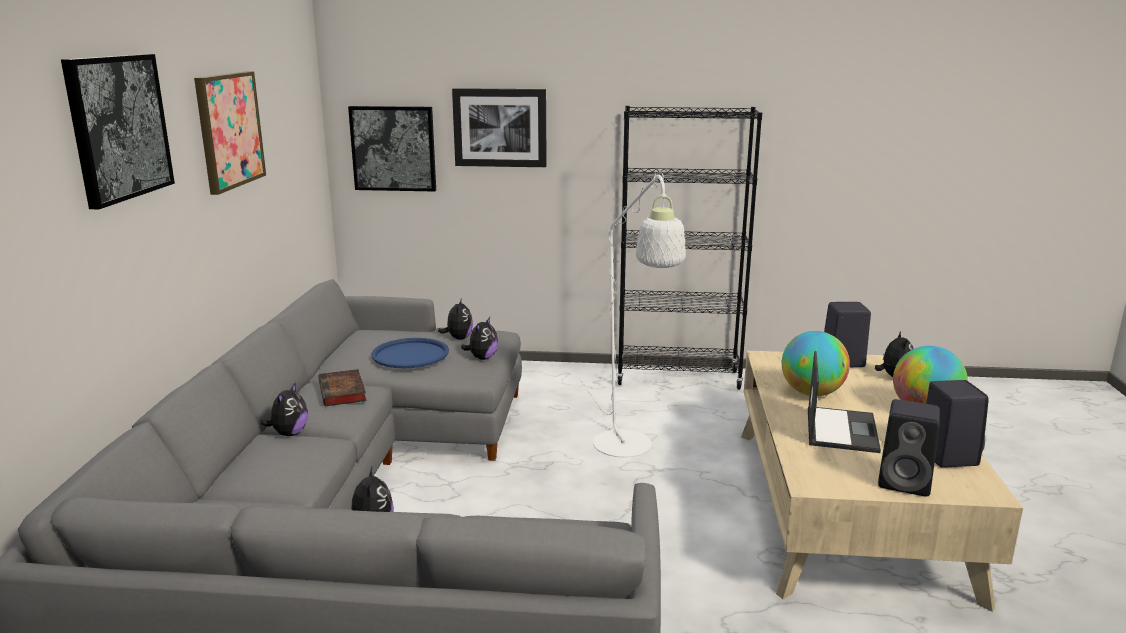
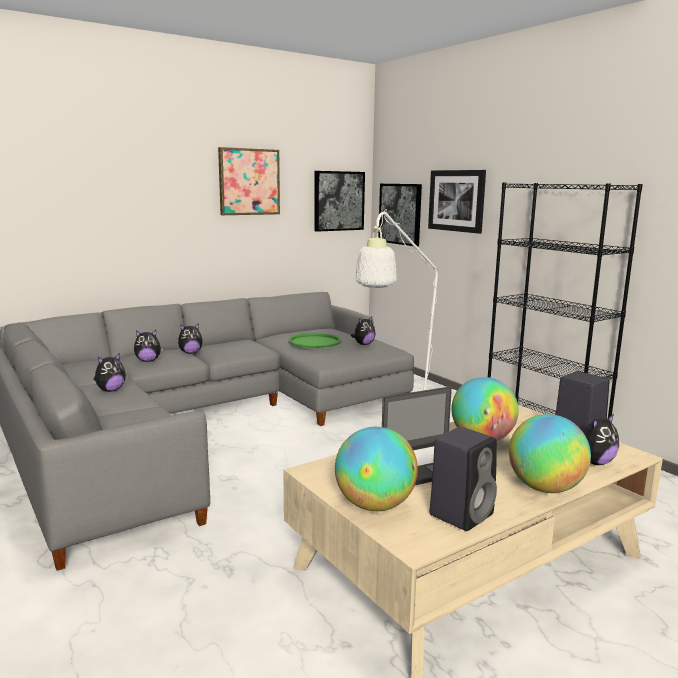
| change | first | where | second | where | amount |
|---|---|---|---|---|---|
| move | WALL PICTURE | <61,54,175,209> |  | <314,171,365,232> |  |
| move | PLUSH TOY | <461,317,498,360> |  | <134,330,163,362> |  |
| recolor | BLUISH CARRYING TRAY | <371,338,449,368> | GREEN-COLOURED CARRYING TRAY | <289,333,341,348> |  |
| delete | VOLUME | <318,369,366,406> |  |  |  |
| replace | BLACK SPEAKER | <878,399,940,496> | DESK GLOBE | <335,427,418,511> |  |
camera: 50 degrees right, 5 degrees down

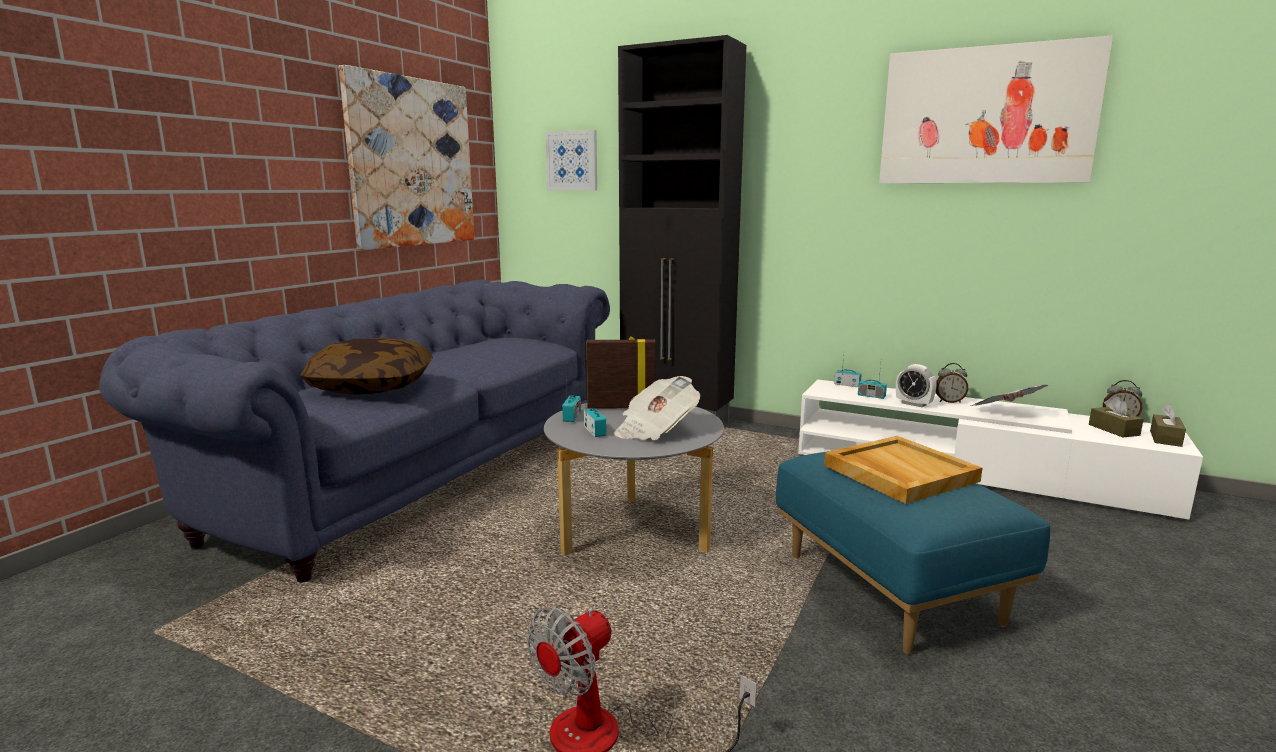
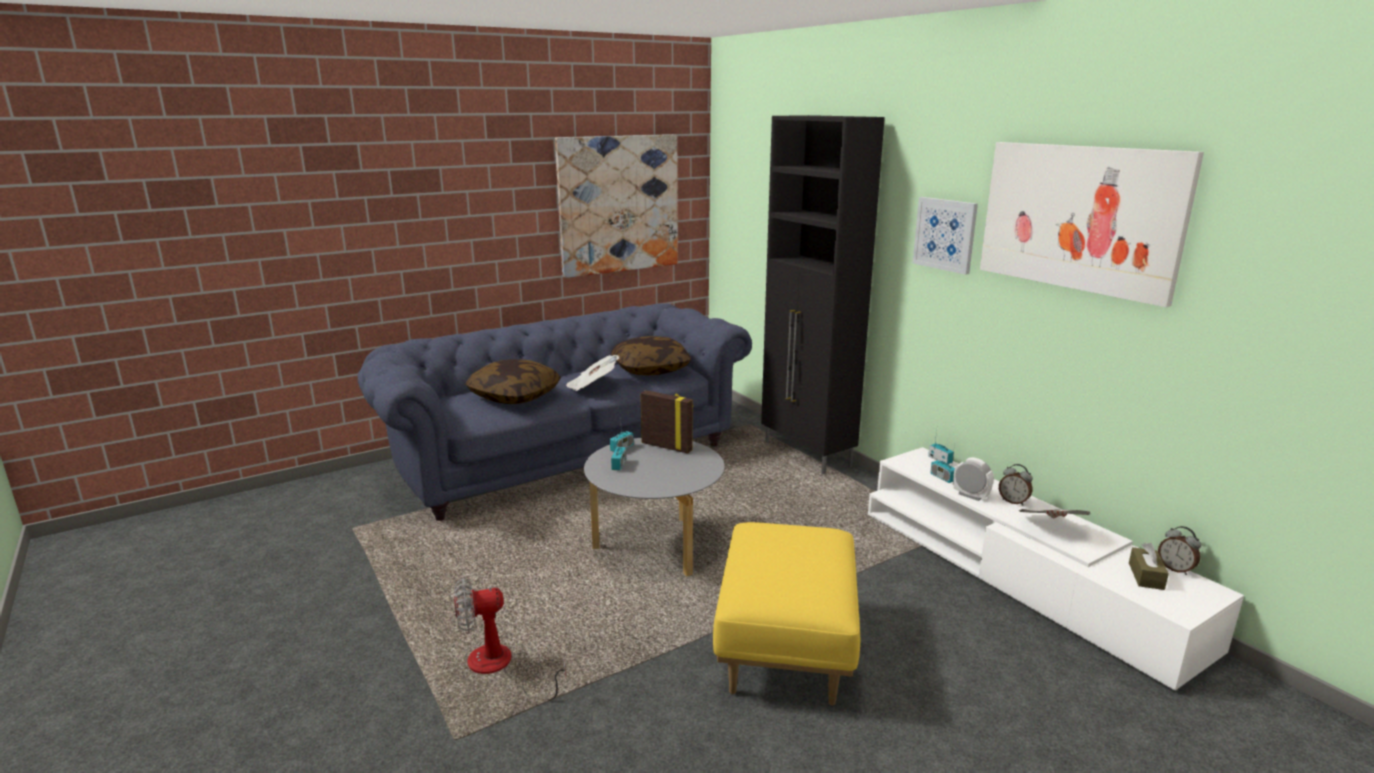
| change | first | where | second | where | amount |
|---|---|---|---|---|---|
| move | WALL PICTURE | <545,130,597,191> |  | <913,197,978,275> |  |
| rotate | BEDSIDE CLOCK | <896,364,937,407> |  | <953,457,994,501> | 150 degrees clockwise |
| move | DAILY PAPER | <614,376,700,440> |  | <566,355,619,391> |  |
| delete | BROWNISH TISSUE HOLDER | <1150,404,1186,447> |  |  |  |
| delete | SAND-COLOURED CARRYING TRAY | <824,436,982,504> |  |  |  |
| recolor | BLUISH OTTOMAN | <776,451,1050,654> | YELLOW-COLOURED OTTOMAN | <713,522,860,705> |  |
| insert |  |  | CUSHION | <611,336,691,375> |  |
camera: 30 degrees right, 5 degrees up

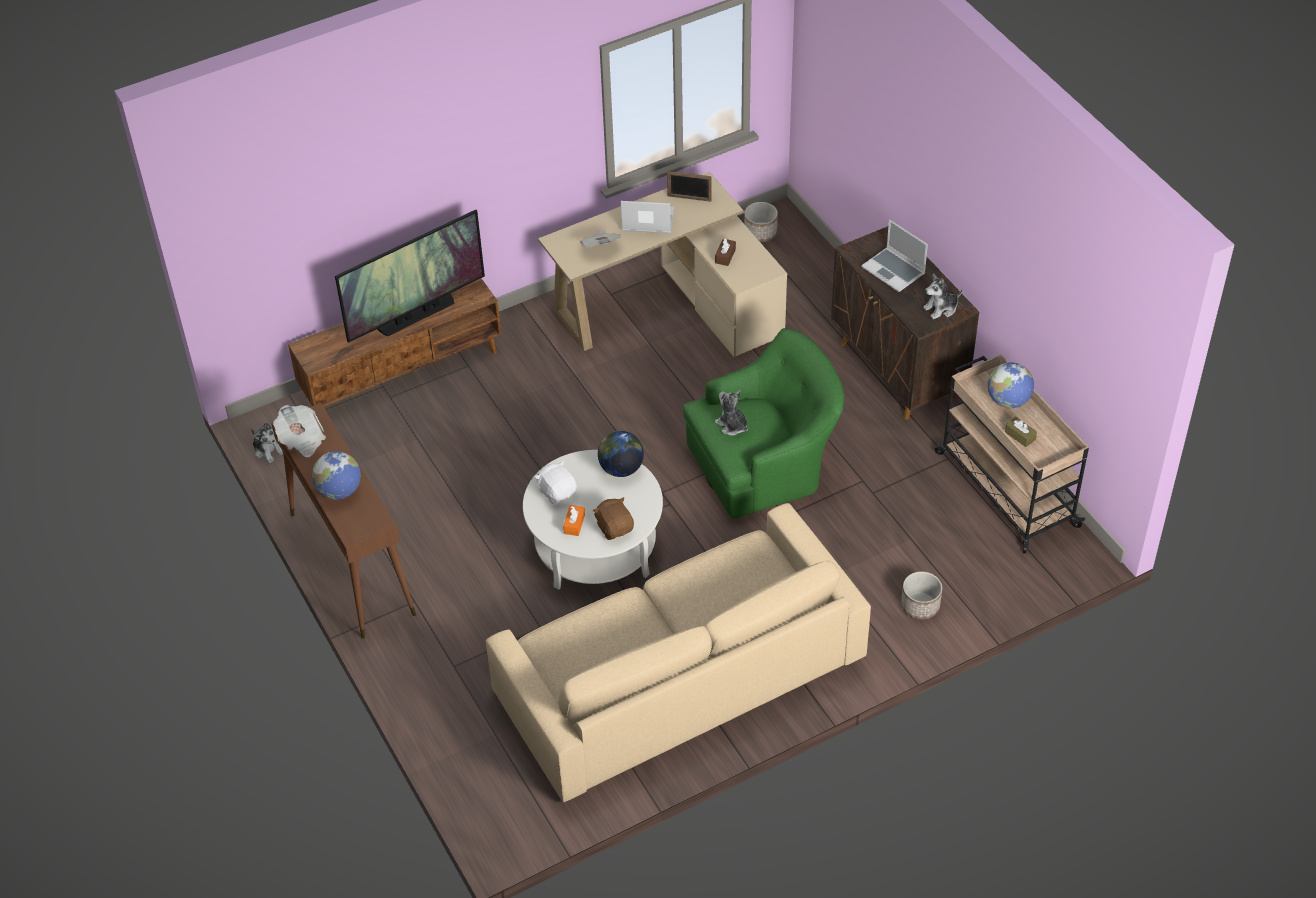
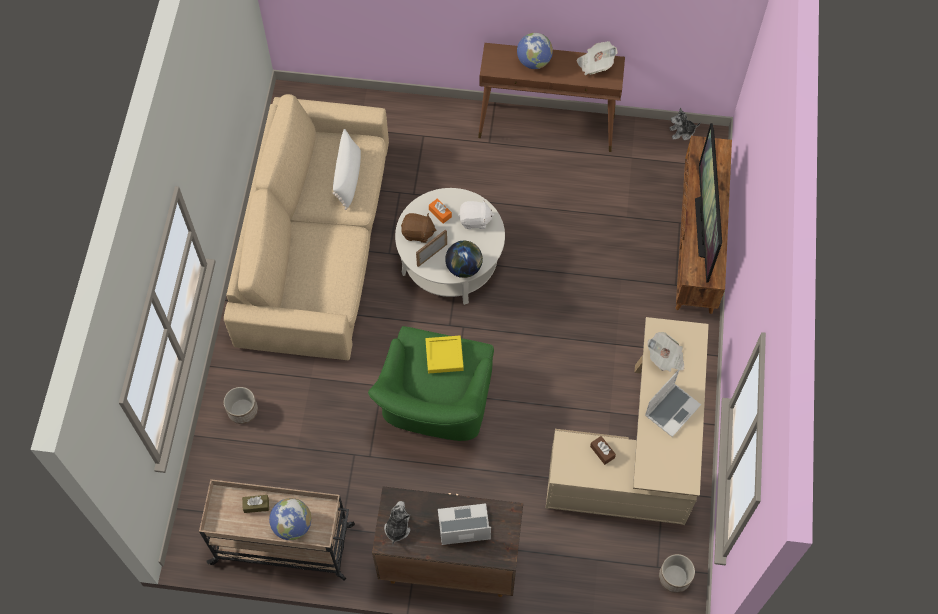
| change | first | where | second | where | amount |
|---|---|---|---|---|---|
| move | PICTURE FRAME | <667,171,712,202> |  | <416,230,447,267> |  |
| replace | PLUSH TOY | <715,390,749,436> | YELLOW-COLOURED CARRYING TRAY | <425,336,464,373> |  |
| insert |  |  | WHITE-COLOURED CUSHION | <332,129,361,210> |  |
camera: 125 degrees right, 15 degrees up

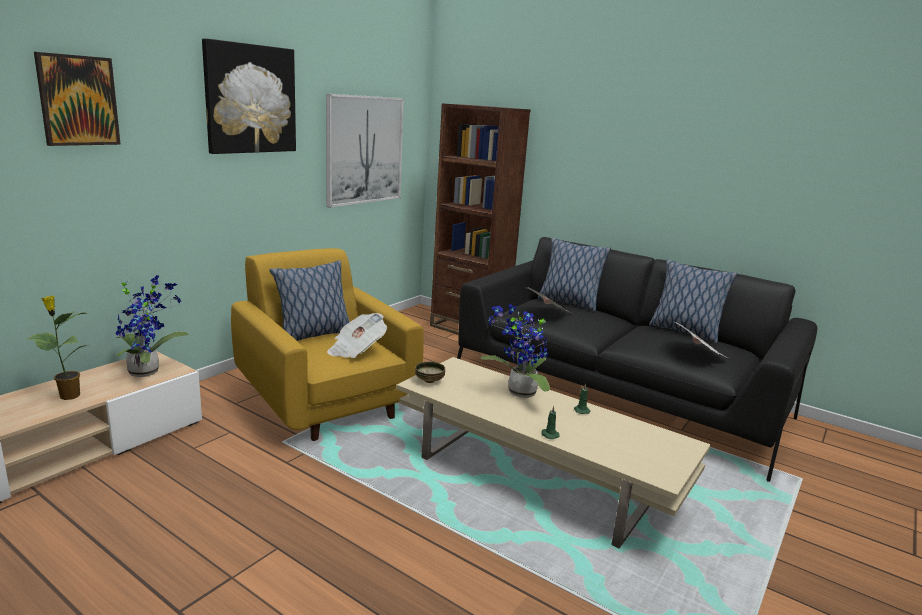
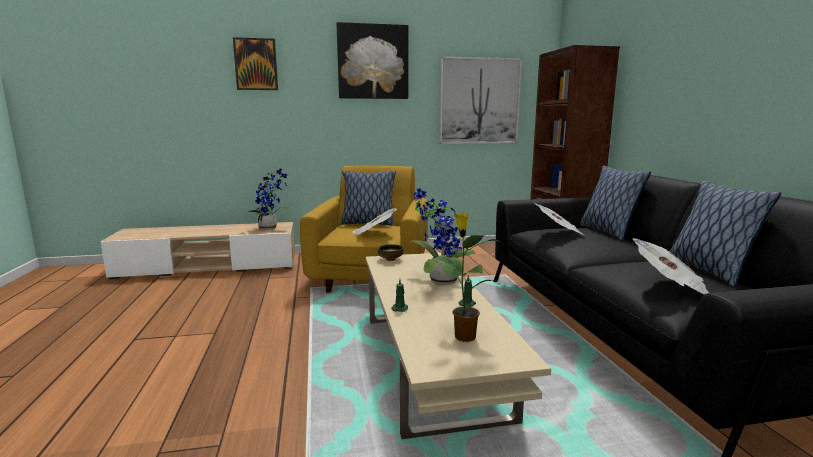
| change | first | where | second | where | amount |
|---|---|---|---|---|---|
| move | POTTED PLANT | <27,296,90,400> |  | <432,213,501,342> |  |
camera: 45 degrees right, 5 degrees down

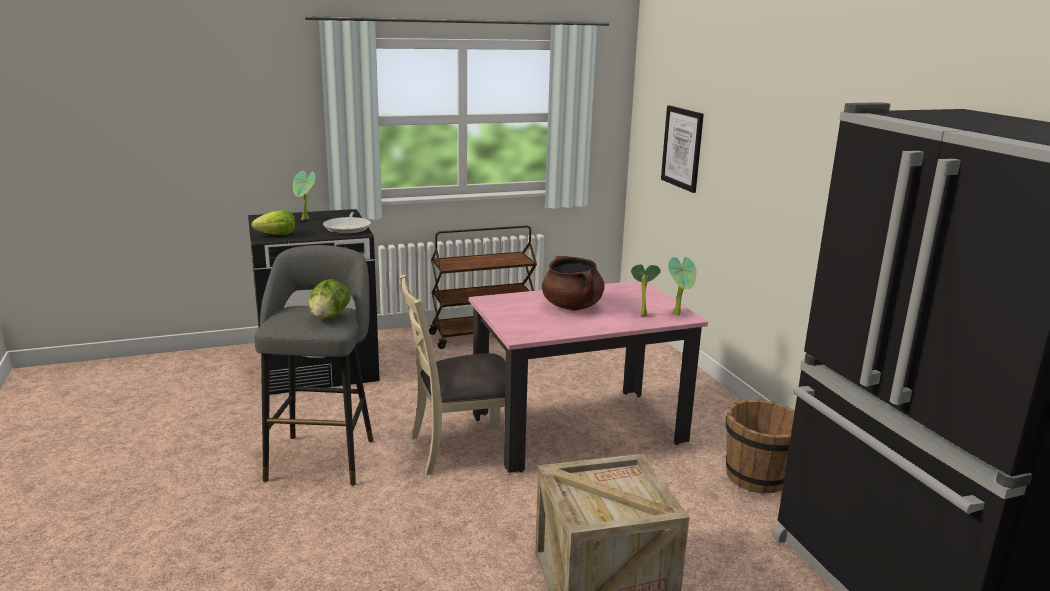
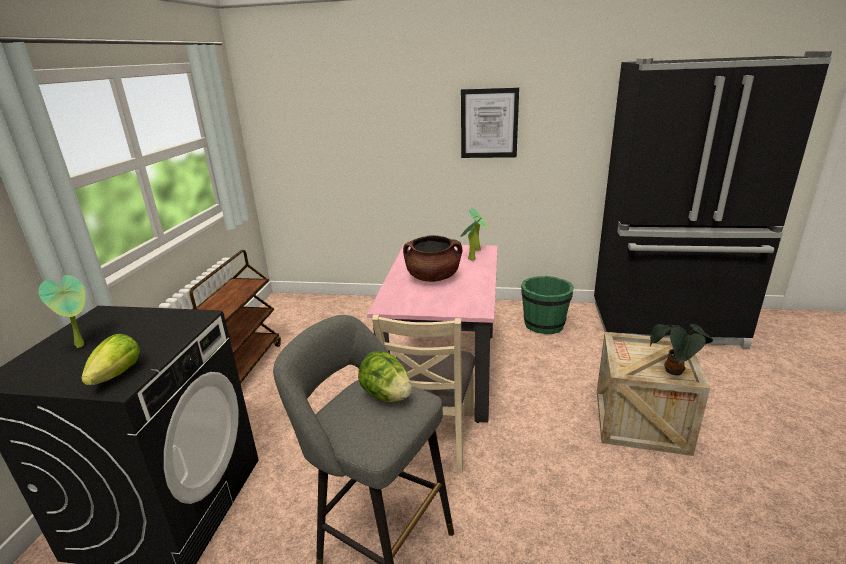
| change | first | where | second | where | amount |
|---|---|---|---|---|---|
| move | WALL PICTURE | <661,105,704,193> |  | <461,88,519,158> |  |
| delete | PAN | <323,212,371,234> |  |  |  |
| recolor | BROWNISH BUCKET | <726,399,795,494> | GREEN-COLOURED BUCKET | <521,276,574,334> |  |
| insert |  |  | POTTED PLANT | <650,324,713,375> |  |
camera: 60 degrees left, 5 degrees up

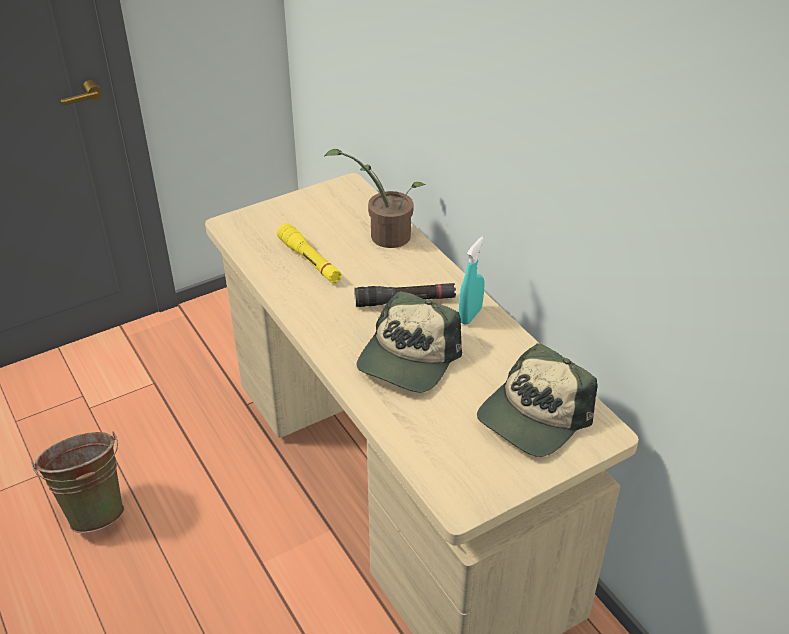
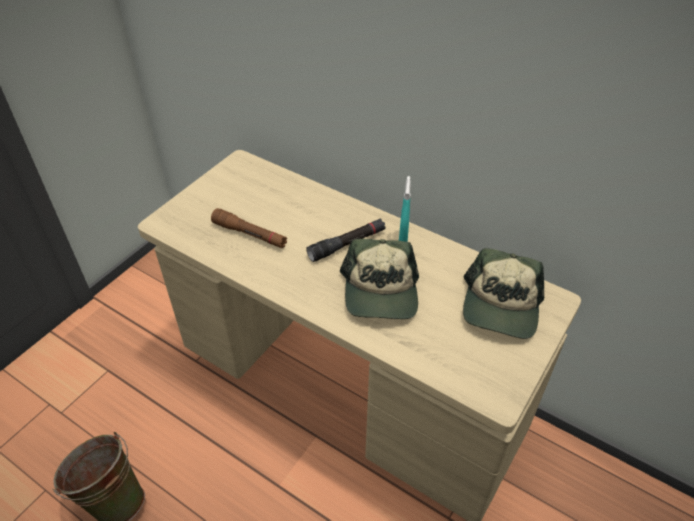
| change | first | where | second | where | amount |
|---|---|---|---|---|---|
| delete | POTTED PLANT | <324,149,426,248> |  |  |  |
| recolor | YELLOW-COLOURED FLASHLIGHT | <277,223,342,284> | BROWNISH FLASHLIGHT | <211,208,287,248> |  |
camera: 25 degrees left, 5 degrees up

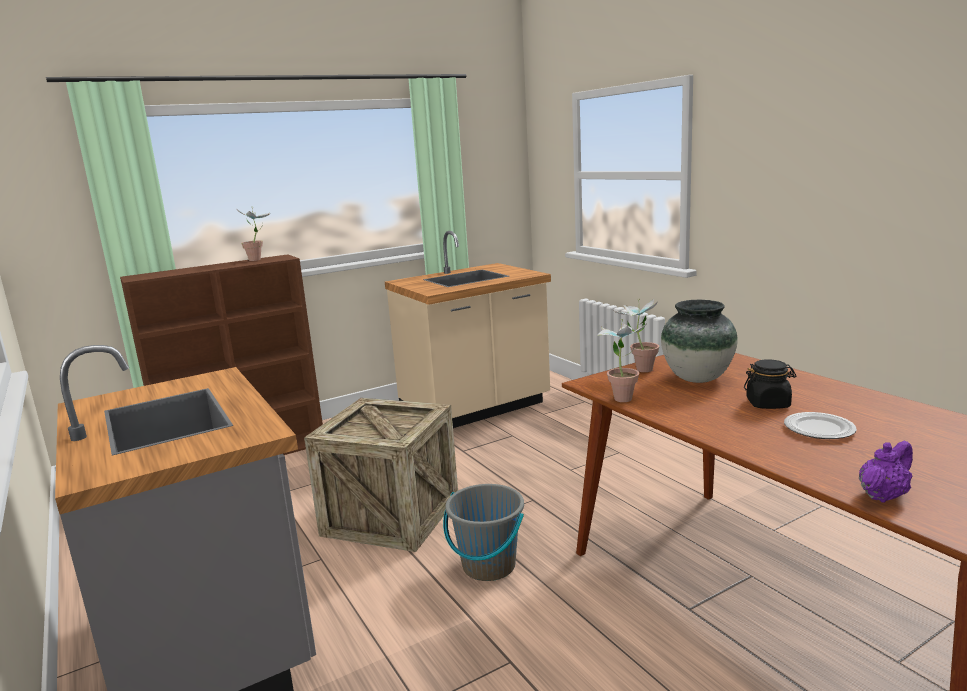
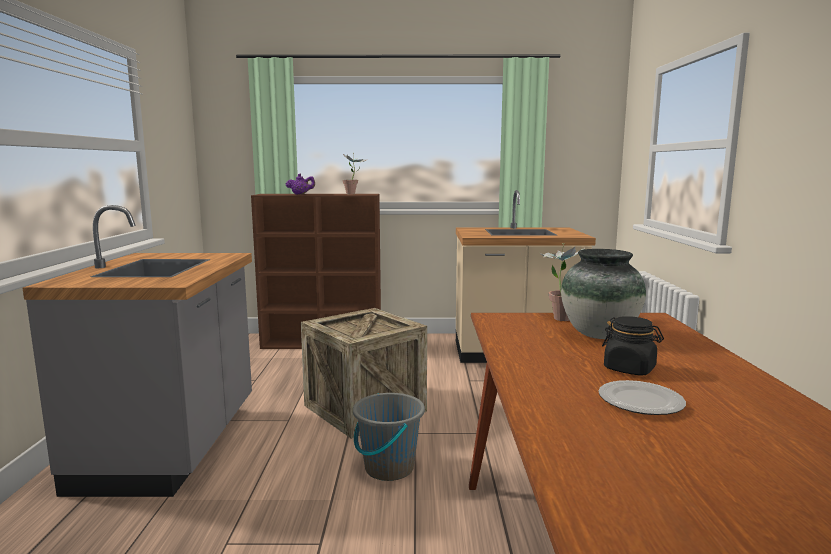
| change | first | where | second | where | amount |
|---|---|---|---|---|---|
| delete | POTTED PLANT | <597,319,646,402> |  |  |  |
| move | PURPLE TEAPOT | <859,441,913,503> |  | <286,174,315,195> |  |
camera: 30 degrees right, 5 degrees down

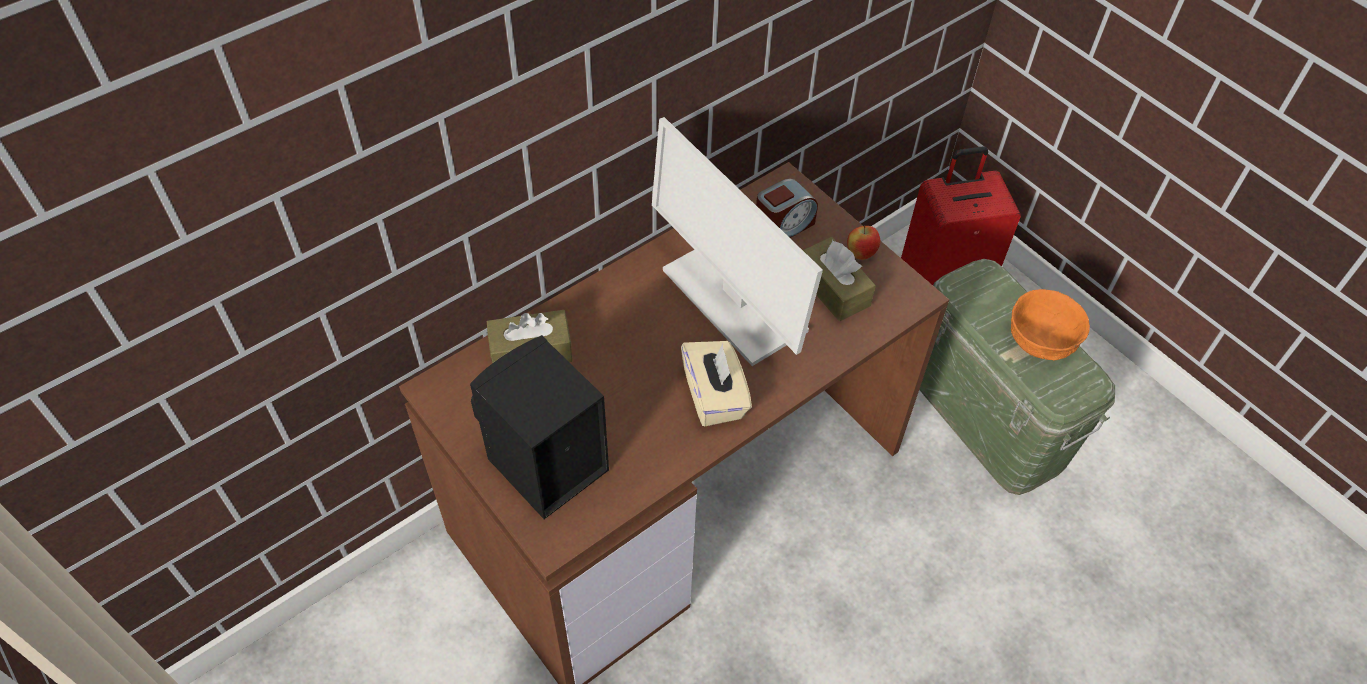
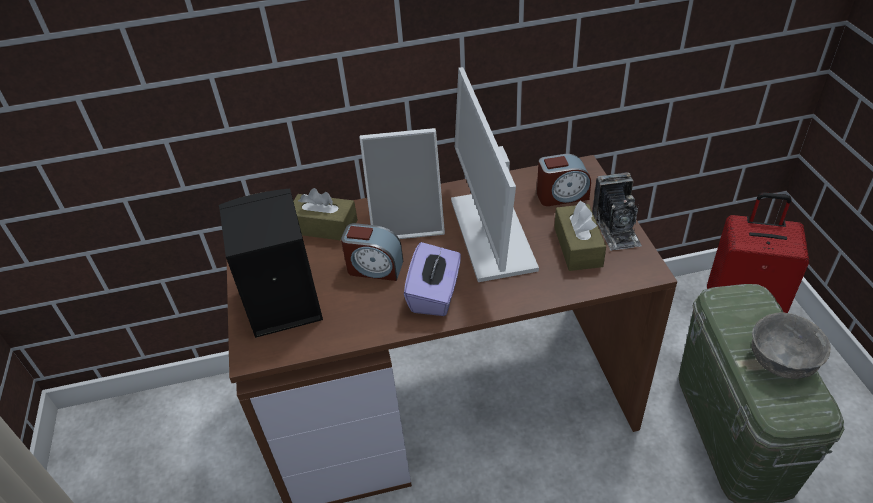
| change | first | where | second | where | amount |
|---|---|---|---|---|---|
| replace | WHOLE APPLE | <847,225,880,260> | STILL CAMERA | <592,172,642,251> |  |
| recolor | ORANGE-COLOURED DEEP DISH | <1011,289,1090,360> | GREYISH DEEP DISH | <751,312,831,379> |  |
| recolor | SAND-COLOURED TISSUE HOLDER | <681,341,752,426> | PURPLE TISSUE HOLDER | <404,242,461,316> |  |
| insert |  |  | PICTURE FRAME | <359,128,445,239> |  |
| insert |  |  | BEDSIDE CLOCK | <341,223,403,281> |  |
camera: 30 degrees right, 10 degrees down

